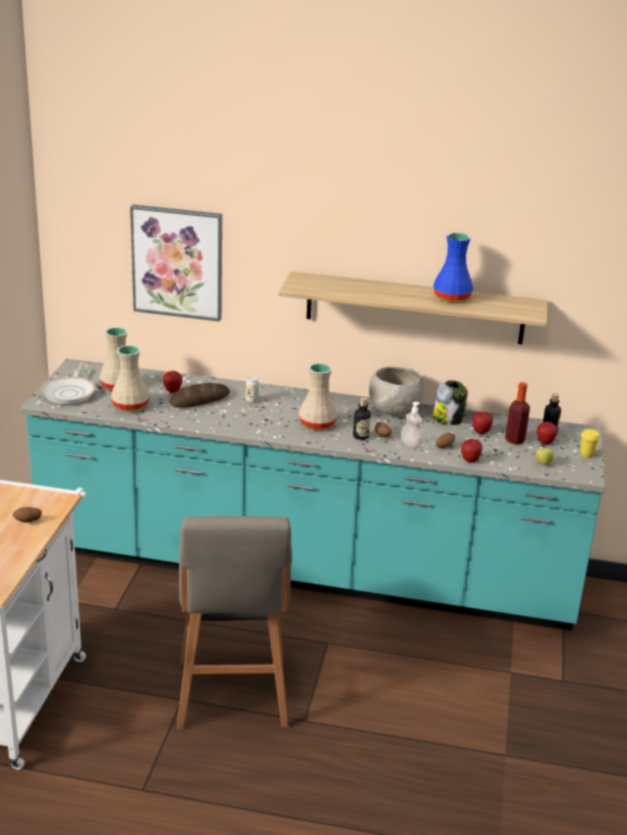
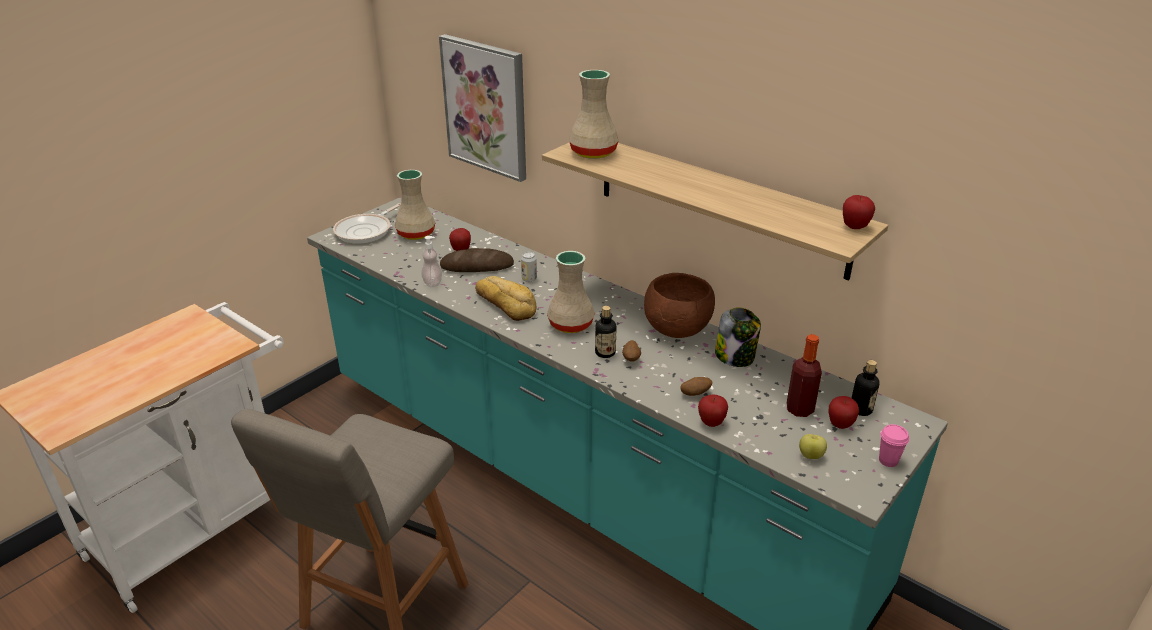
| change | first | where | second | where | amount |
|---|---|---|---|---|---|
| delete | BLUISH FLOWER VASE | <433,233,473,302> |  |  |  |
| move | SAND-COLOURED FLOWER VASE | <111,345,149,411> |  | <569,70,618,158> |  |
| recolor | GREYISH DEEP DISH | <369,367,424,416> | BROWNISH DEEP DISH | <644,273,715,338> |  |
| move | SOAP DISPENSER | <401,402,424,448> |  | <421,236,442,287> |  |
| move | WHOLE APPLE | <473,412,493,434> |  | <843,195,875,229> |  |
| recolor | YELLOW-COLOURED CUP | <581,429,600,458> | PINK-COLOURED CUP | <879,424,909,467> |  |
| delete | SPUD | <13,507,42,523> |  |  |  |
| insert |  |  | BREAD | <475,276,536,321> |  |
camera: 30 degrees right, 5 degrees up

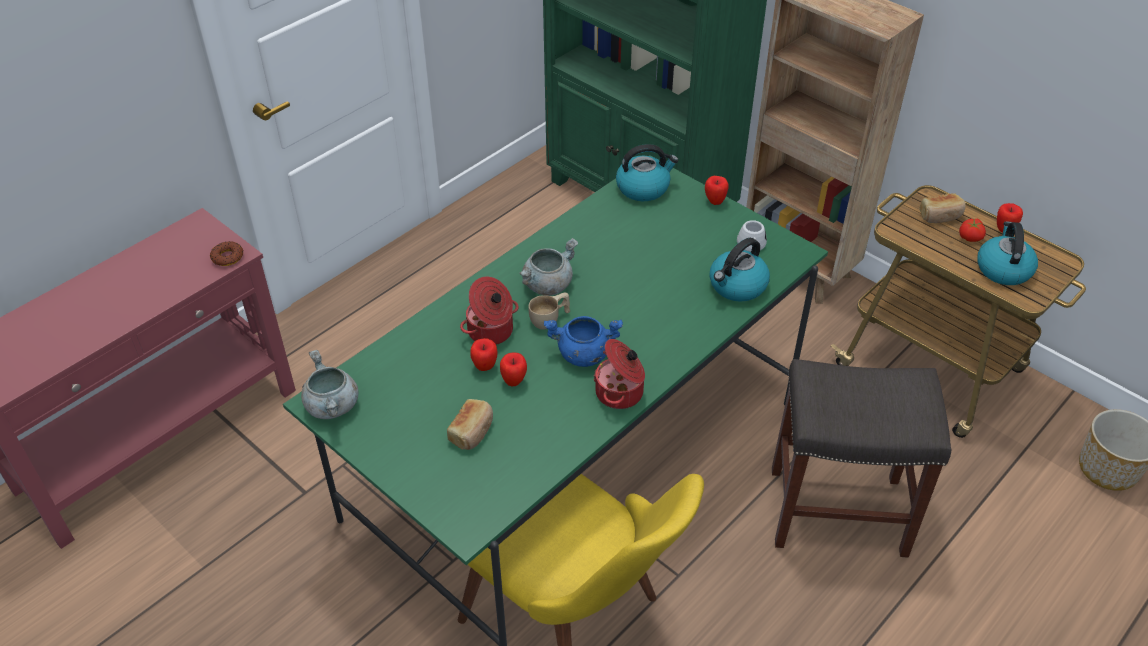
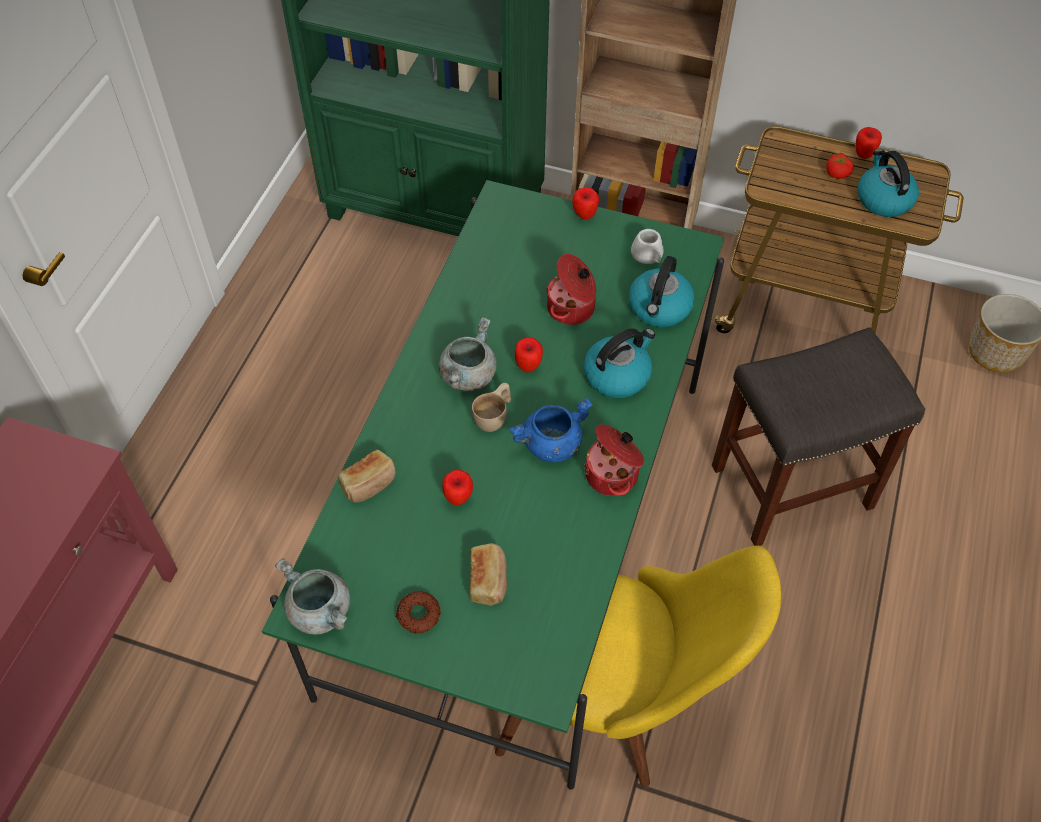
| change | first | where | second | where | amount |
|---|---|---|---|---|---|
| move | KETTLE | <616,144,679,201> |  | <584,328,655,398> |  |
| move | BREAD | <920,193,966,223> |  | <338,450,396,503> |  |
| move | DONUT | <210,241,244,266> |  | <396,591,441,634> |  |
| move | COOKING POT | <460,276,519,345> |  | <546,254,596,325> |  |
| move | WHOLE APPLE | <500,352,527,387> |  | <515,337,543,372> |  |
camera: 25 degrees left, 10 degrees up

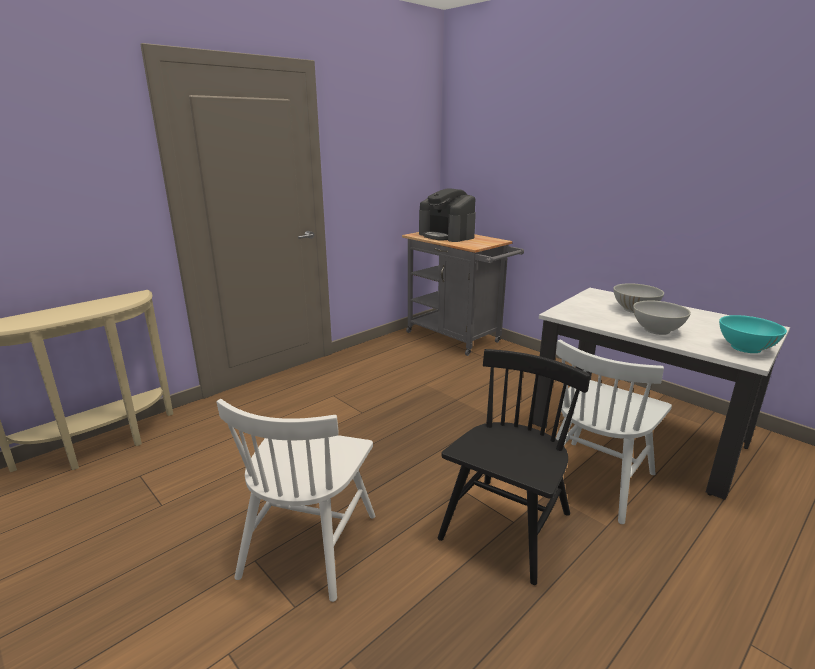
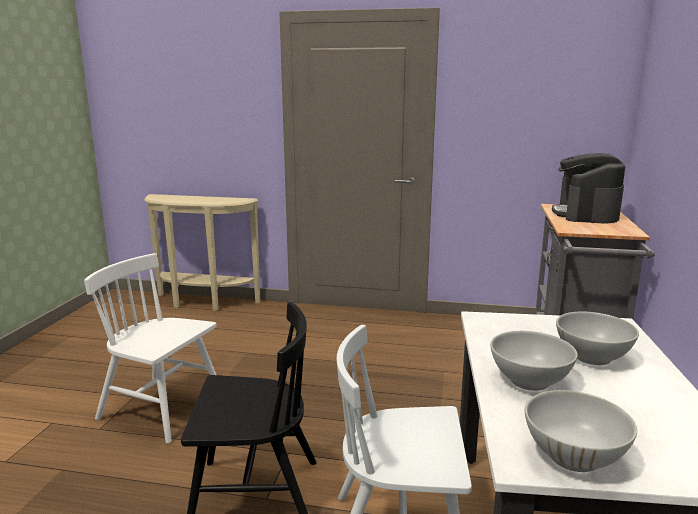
| change | first | where | second | where | amount |
|---|---|---|---|---|---|
| recolor | BLUE-GREEN DEEP DISH | <719,315,787,353> | WHITE-COLOURED DEEP DISH | <525,390,637,472> |  |
| rotate | WHITE-COLOURED UPRIGHT CHAIR | <217,399,375,602> |  | <84,253,217,443> | 45 degrees clockwise |
camera: 55 degrees right, 5 degrees down

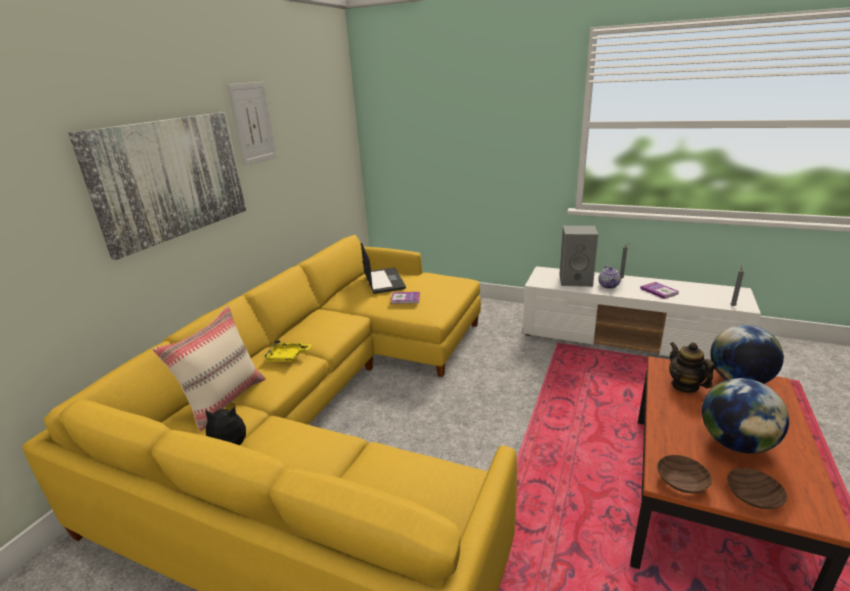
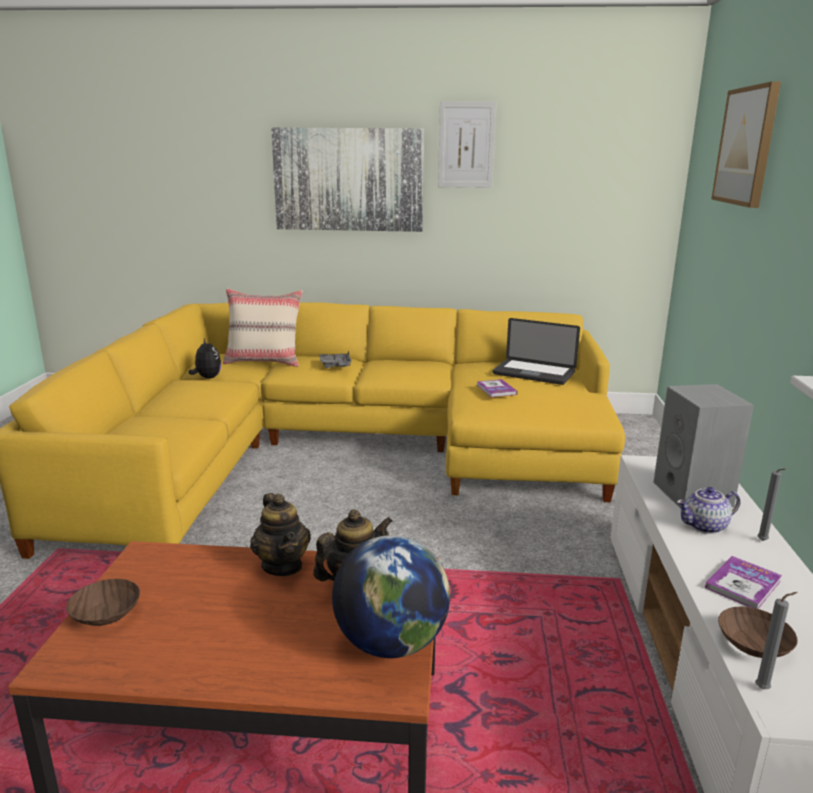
| change | first | where | second | where | amount |
|---|---|---|---|---|---|
| rotate | PORTABLE COMPUTER | <361,242,406,294> |  | <492,318,580,385> | 60 degrees clockwise |
| recolor | YELLOW-COLOURED CARRYING TRAY | <263,340,311,362> | GREYISH CARRYING TRAY | <319,351,352,368> |  |
| delete | DESK GLOBE | <702,378,789,454> |  |  |  |
| move | BROWNISH DEEP DISH | <657,455,712,493> |  | <718,607,798,658> |  |
| insert |  |  | WALL PICTURE | <712,81,781,208> |  |
| insert |  |  | TEAPOT | <250,493,311,576> |  |
camera: 70 degrees right, 5 degrees down

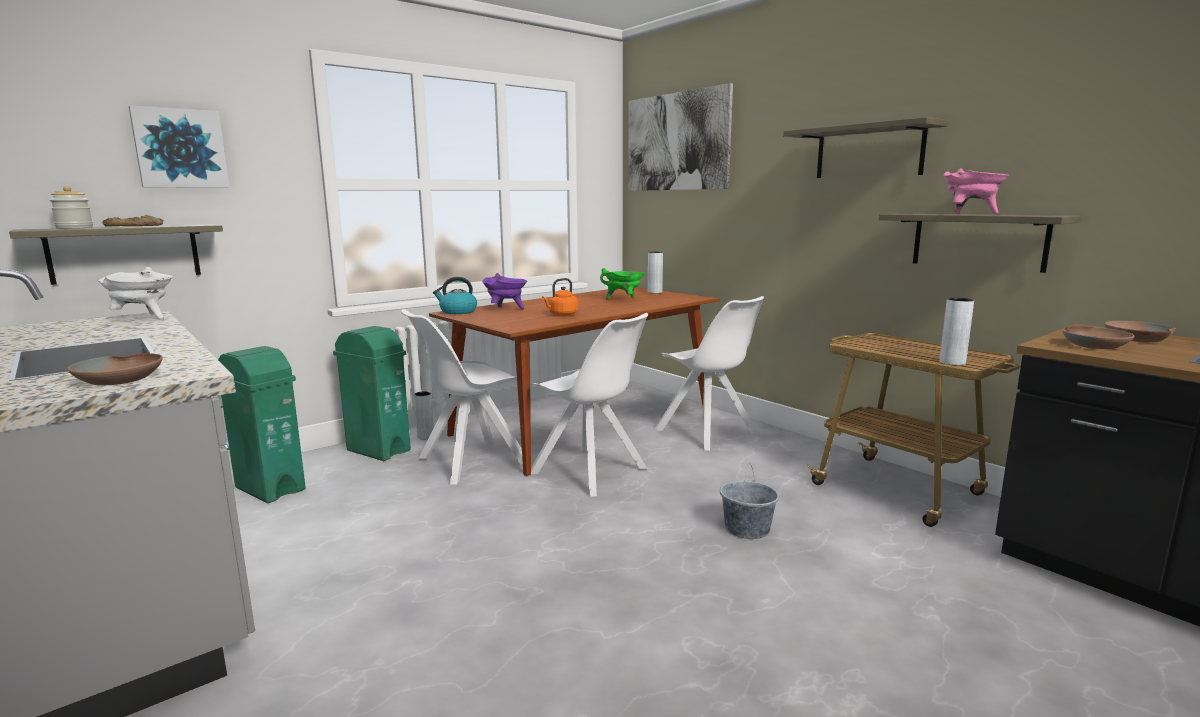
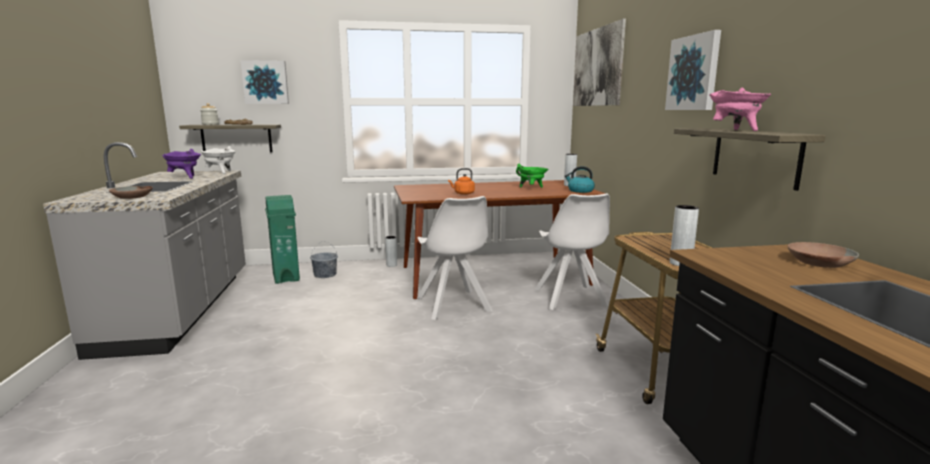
| change | first | where | second | where | amount |
|---|---|---|---|---|---|
| replace | WALL SHELF | <783,117,948,178> | WALL PICTURE | <665,30,721,110> |  |
| move | PURPLE COOKING POT | <482,273,527,310> |  | <162,149,201,179> |  |
| move | KETTLE | <433,277,477,314> |  | <565,166,595,193> |  |
| delete | WHITE-COLOURED UPRIGHT CHAIR | <401,309,523,485> |  |  |  |
| delete | GREEN-COLOURED RUBBISH BIN | <333,326,411,461> |  |  |  |
| delete | BROWNISH DEEP DISH | <1063,326,1135,349> |  |  |  |
| move | GREYISH BUCKET | <720,463,779,539> |  | <310,241,338,278> |  |
camera: 30 degrees right, 0 degrees up

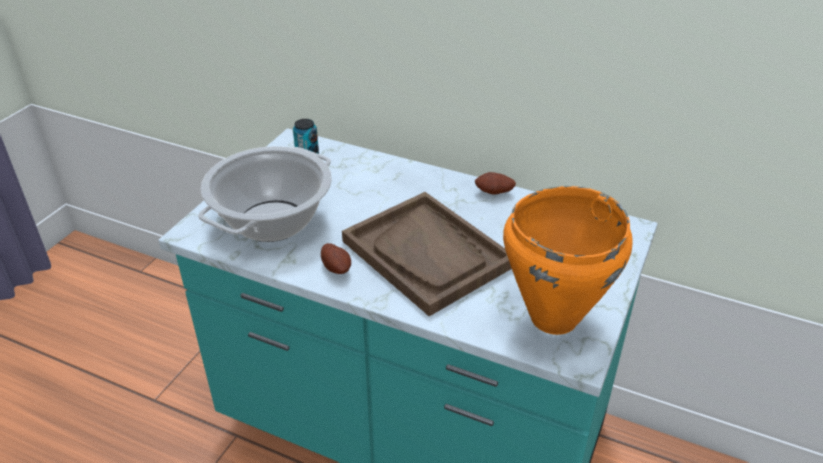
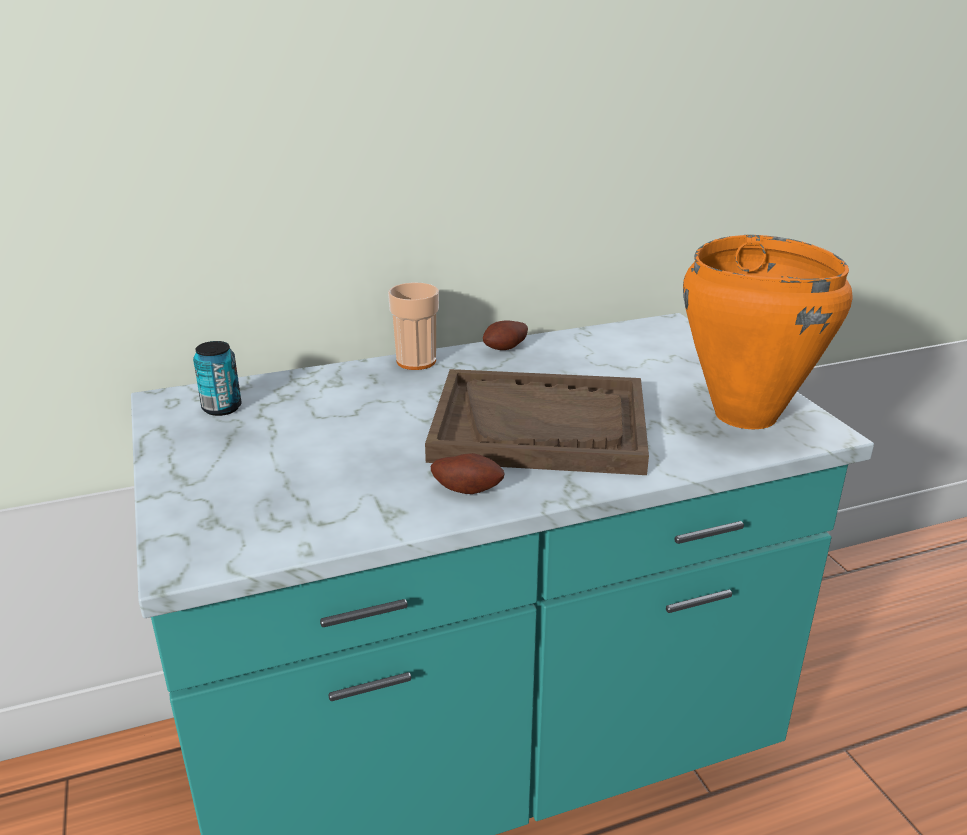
| change | first | where | second | where | amount |
|---|---|---|---|---|---|
| delete | COOKING POT | <198,146,332,242> |  |  |  |
| insert |  |  | CUP | <388,282,439,370> |  |
camera: 45 degrees left, 10 degrees down

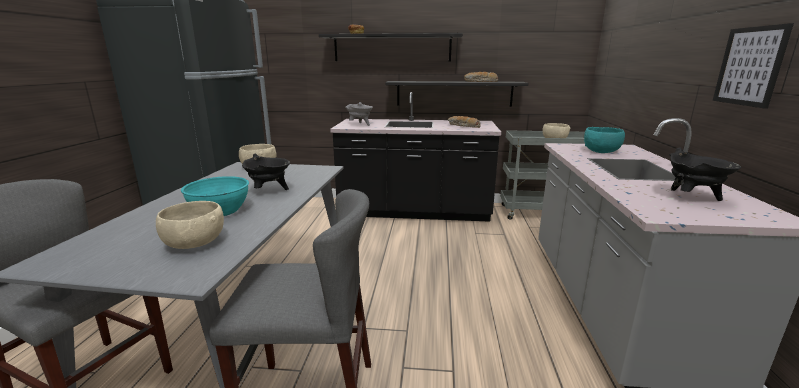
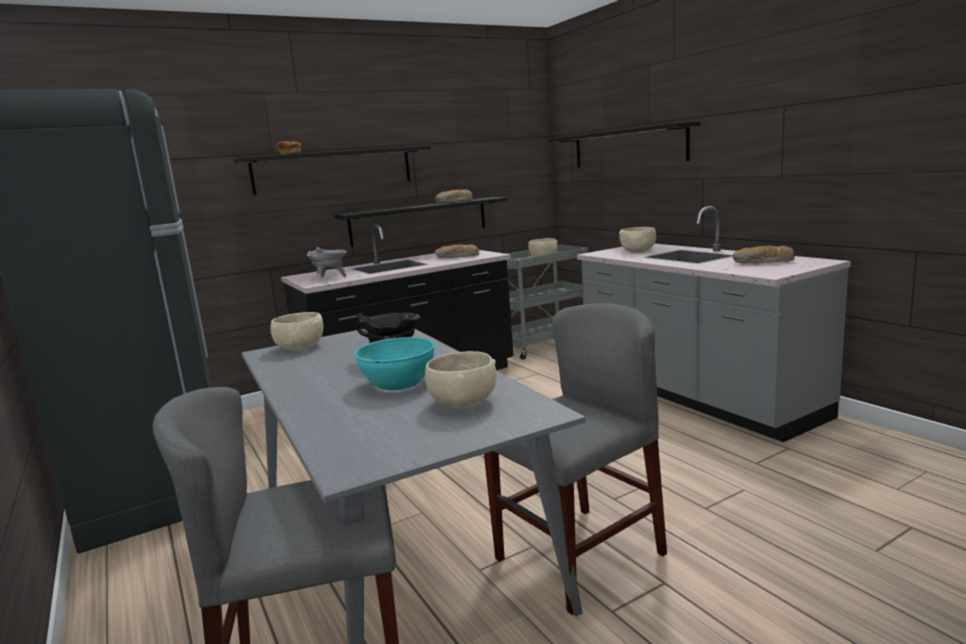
| change | first | where | second | where | amount |
|---|---|---|---|---|---|
| delete | WALL PICTURE | <712,23,794,109> |  |  |  |
| recolor | BLUE-GREEN DEEP DISH | <584,127,625,153> | SAND-COLOURED DEEP DISH | <619,227,656,252> |  |
| replace | BLACK COOKING POT | <669,148,741,201> | BREAD | <732,246,795,263> |  |
| insert |  |  | BLACK WALL SHELF | <548,121,700,167> |  |
camera: 35 degrees left, 5 degrees down

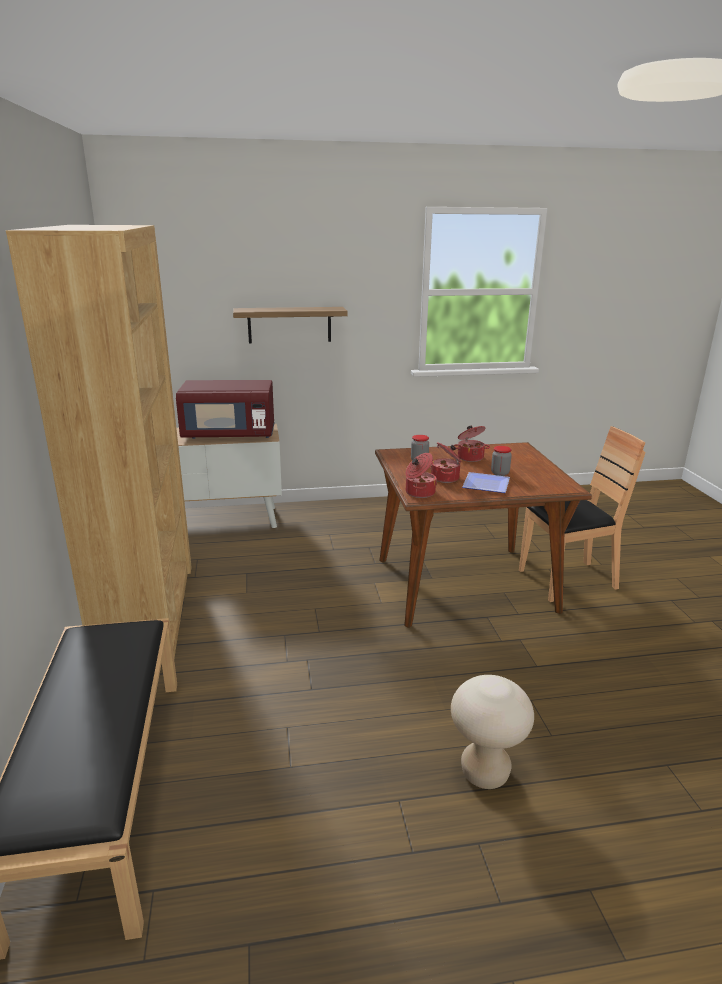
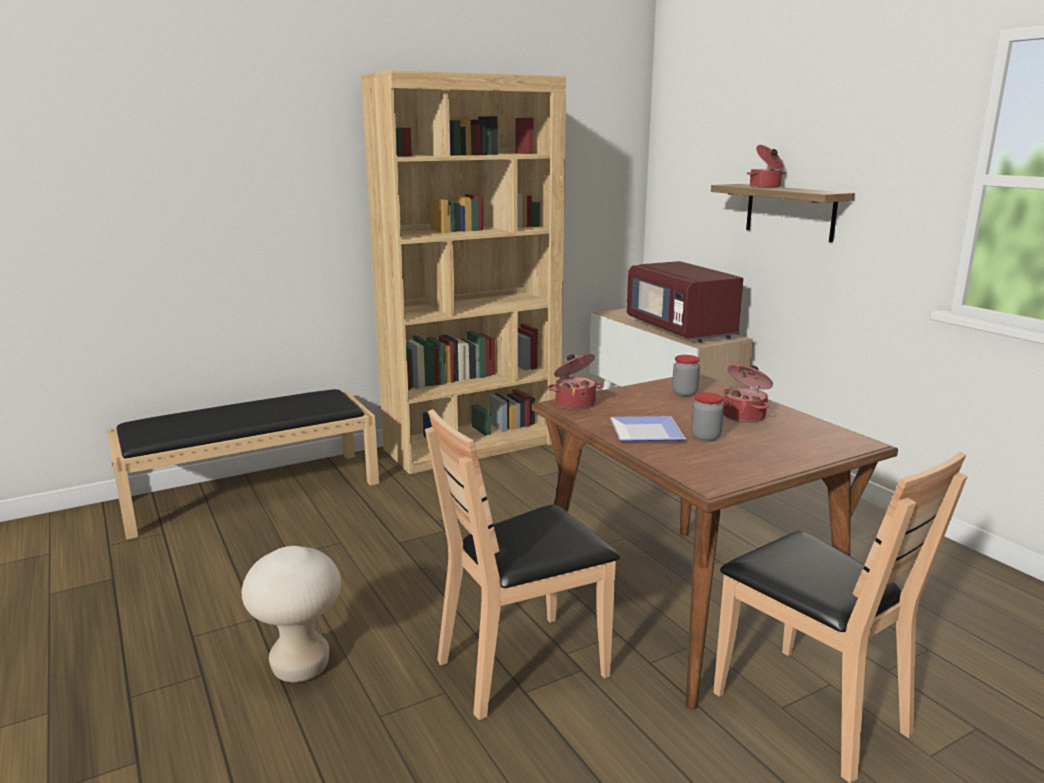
| change | first | where | second | where | amount |
|---|---|---|---|---|---|
| move | COOKING POT | <430,442,462,483> |  | <747,145,786,188> |  |
| insert |  |  | BROWNISH UPRIGHT CHAIR | <425,409,620,720> |  |
camera: 70 degrees right, 5 degrees down

